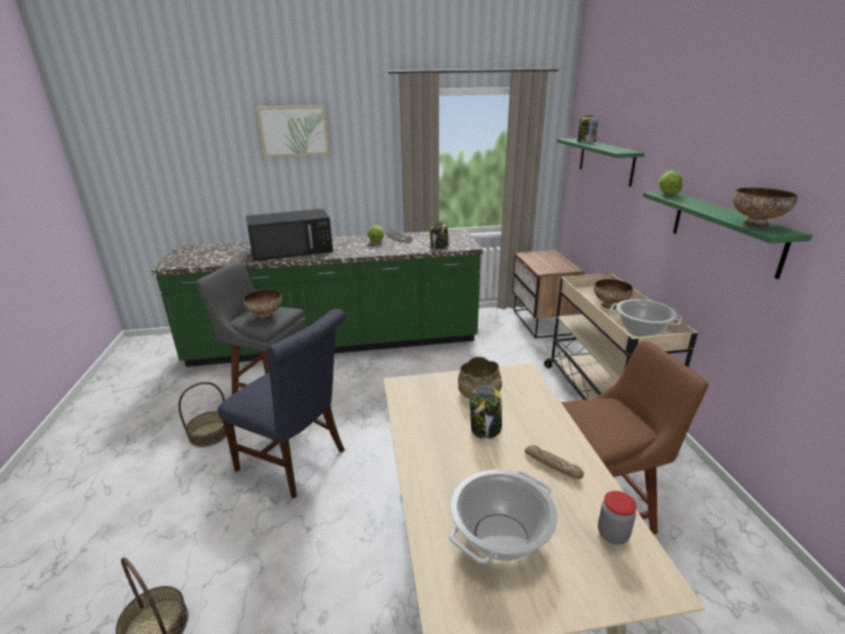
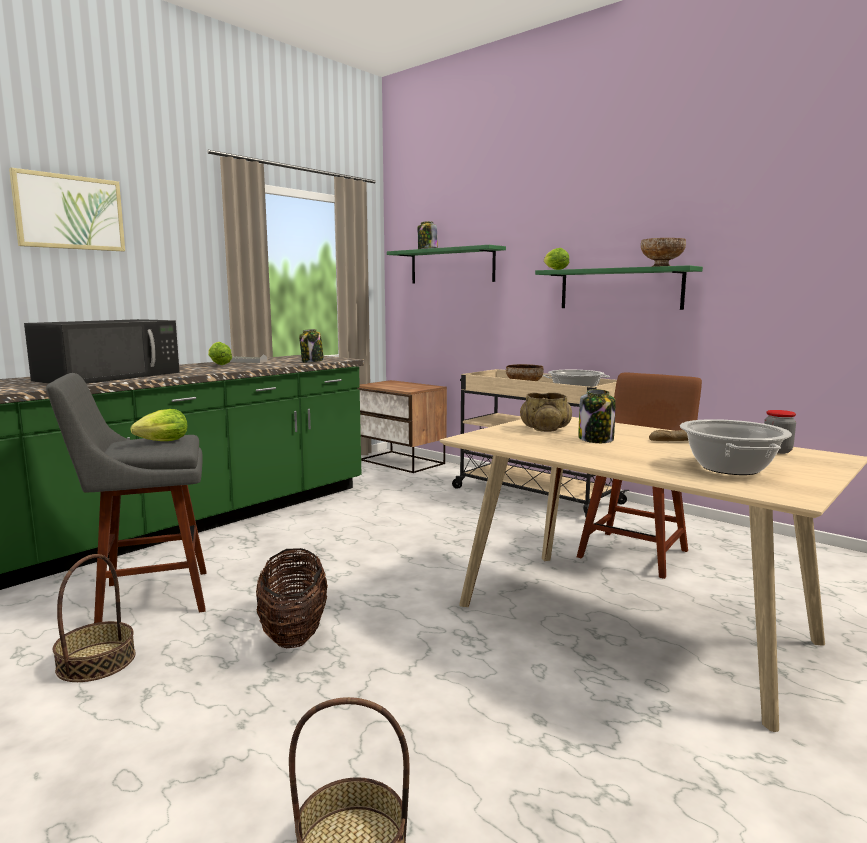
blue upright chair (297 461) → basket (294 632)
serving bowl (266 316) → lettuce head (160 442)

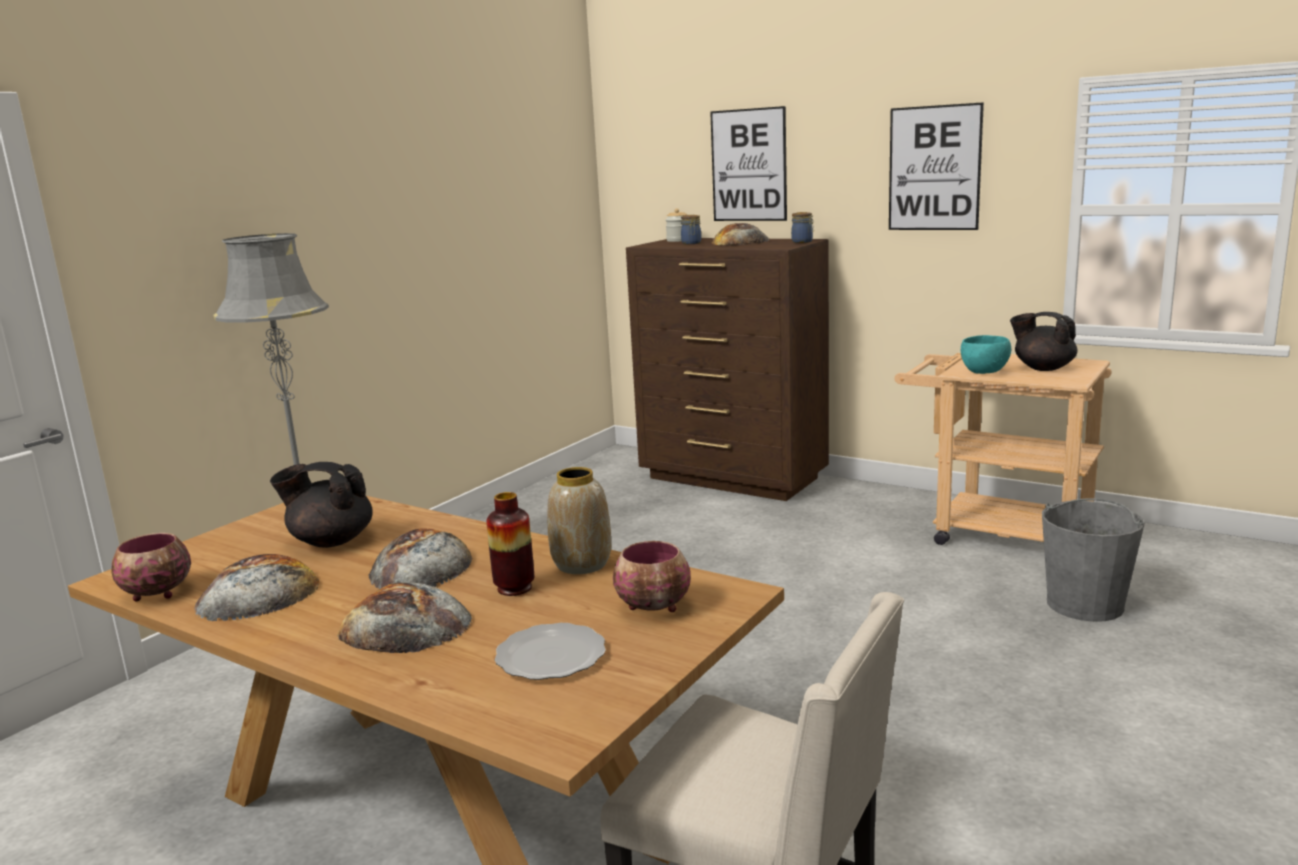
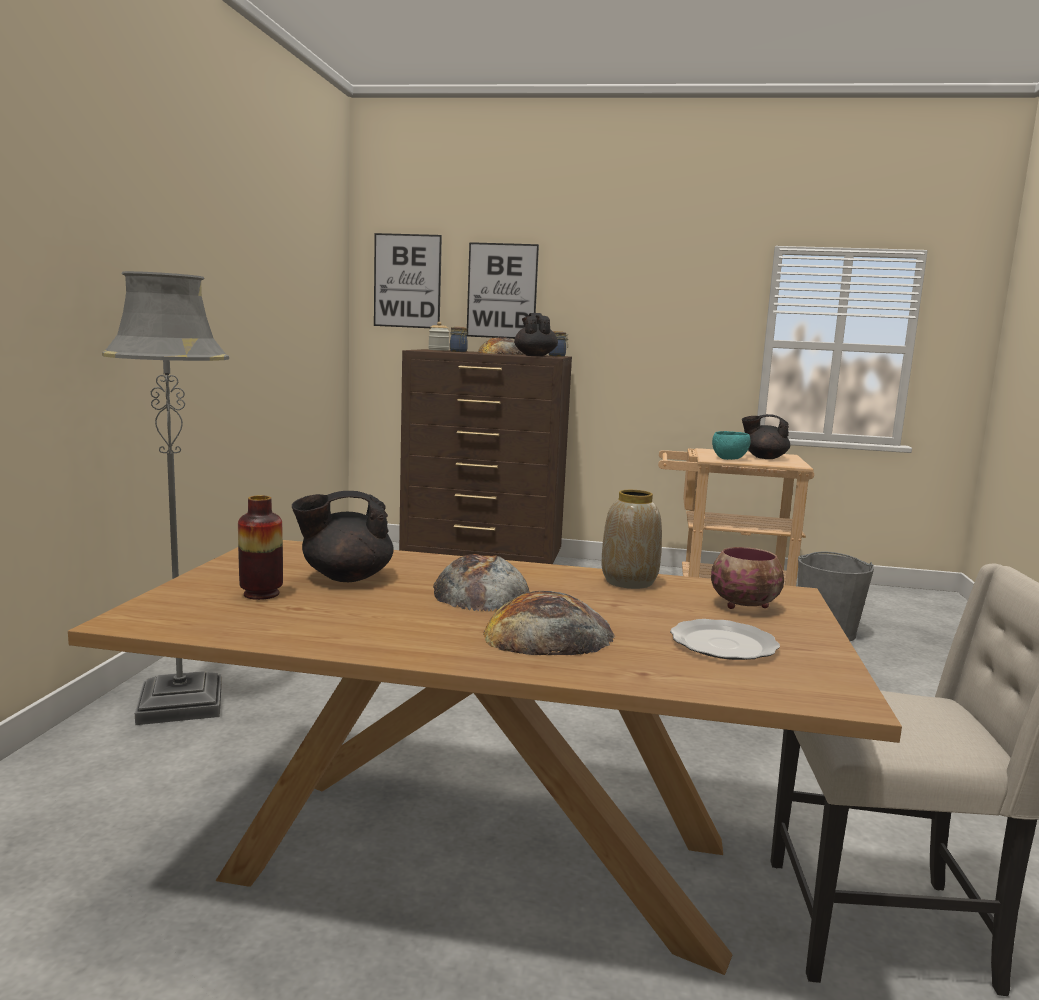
serving bowl (156 594) → -
bread (259 594) → -
decorative vase (514 588) → decorative vase (261 594), relocated
wall picture (934 168) → wall picture (407 281), relocated
- → black pot for tea (535 356)

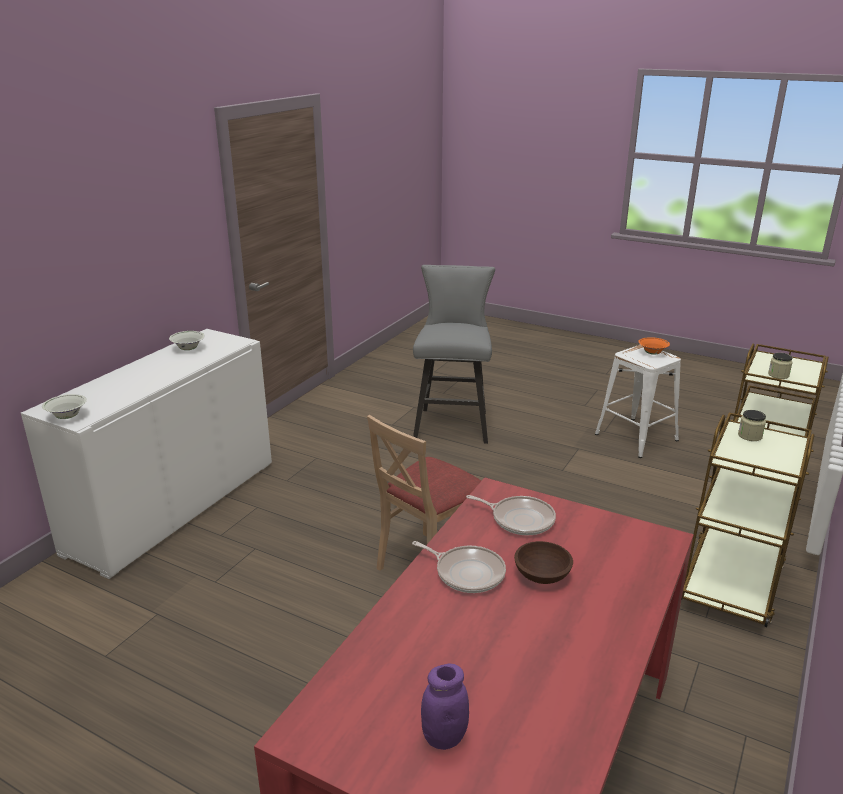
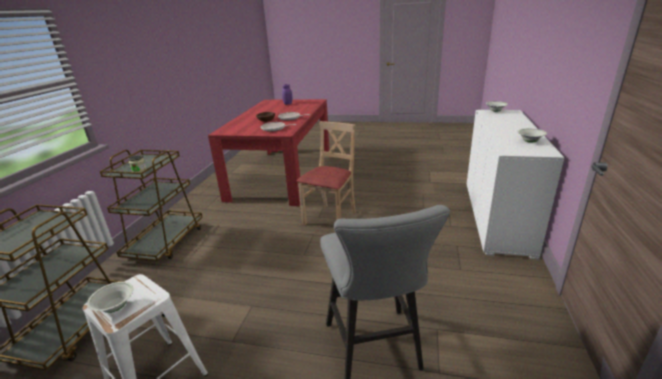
orange serving bowl (652 353) → white-coloured serving bowl (115 307)
preserve jar (778 375) → -

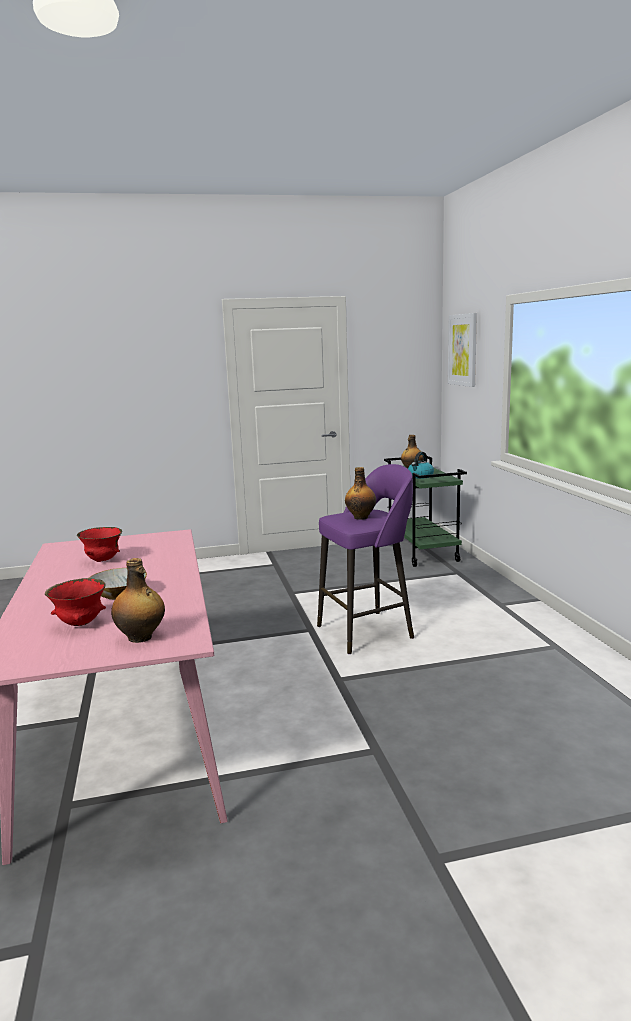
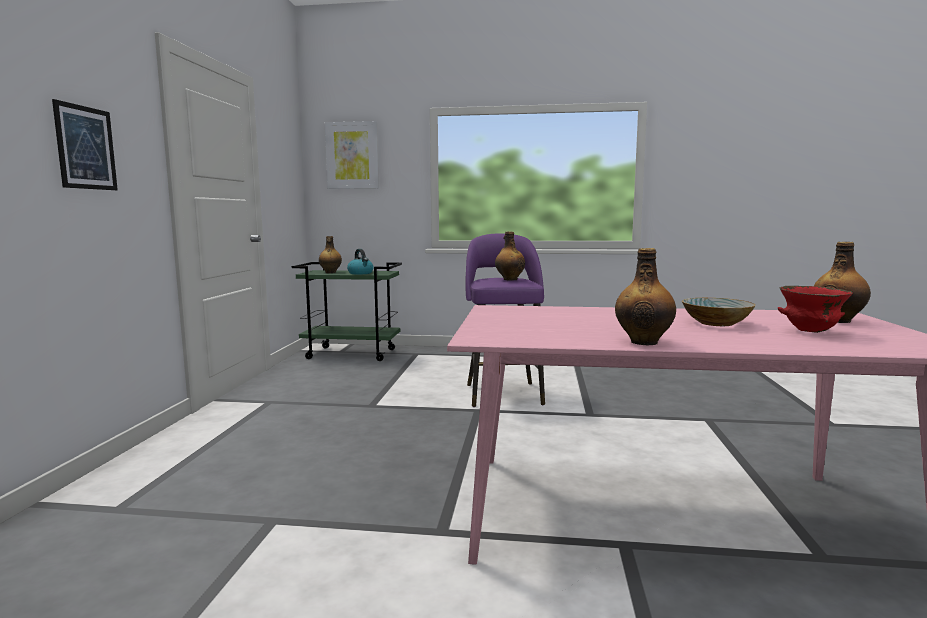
red serving bowl (103 560) → -
- → wall picture (86 148)
- → bottle (644 342)

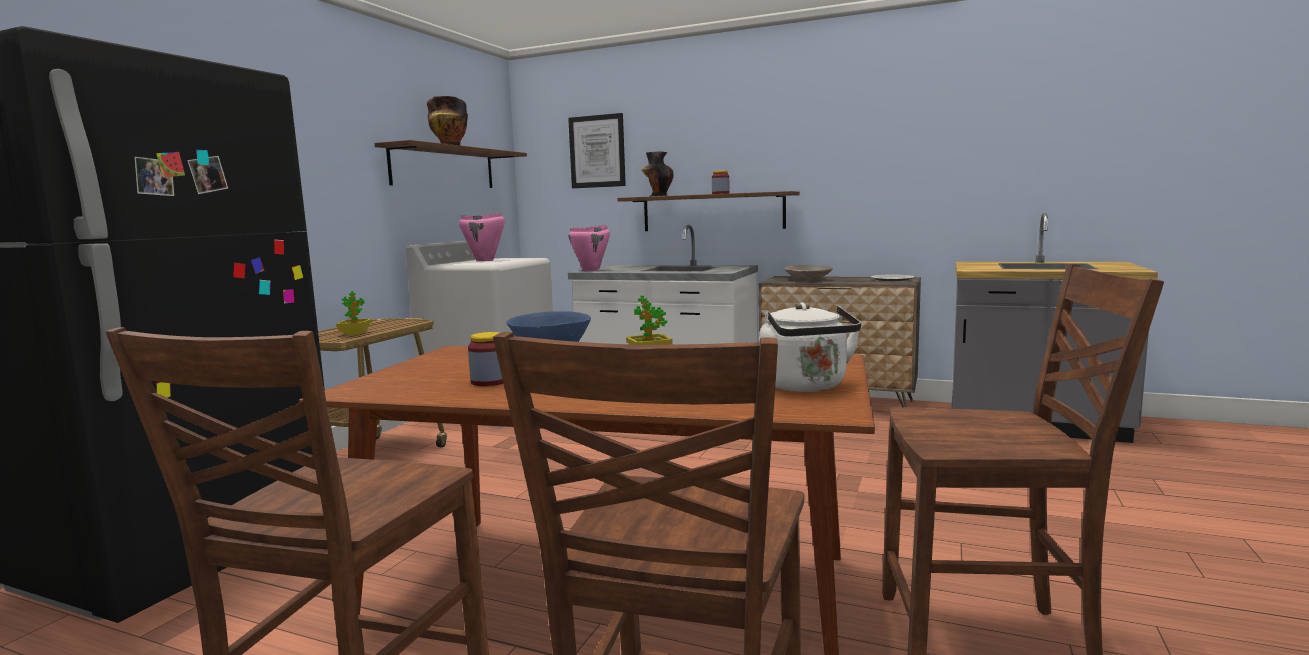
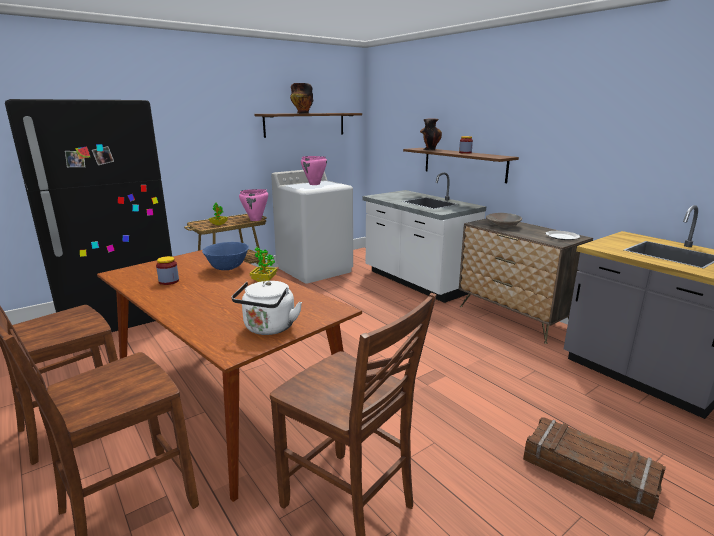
wall picture (597 151) → -
pinkish cooking pot (591 270) → pinkish cooking pot (256 219), relocated
- → crate (589 473)

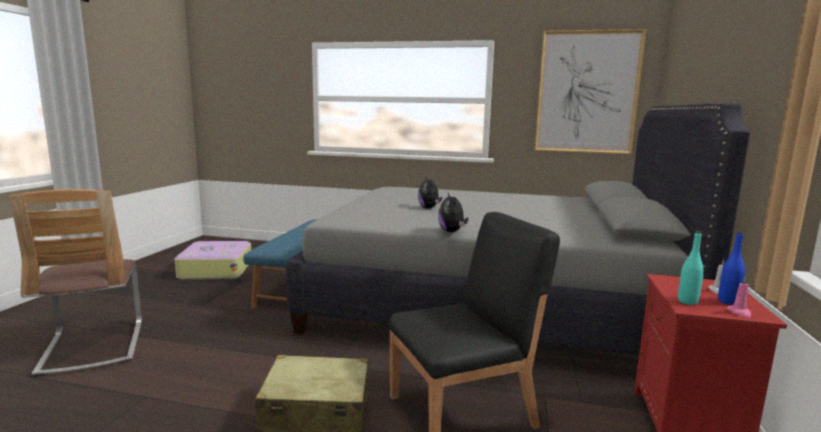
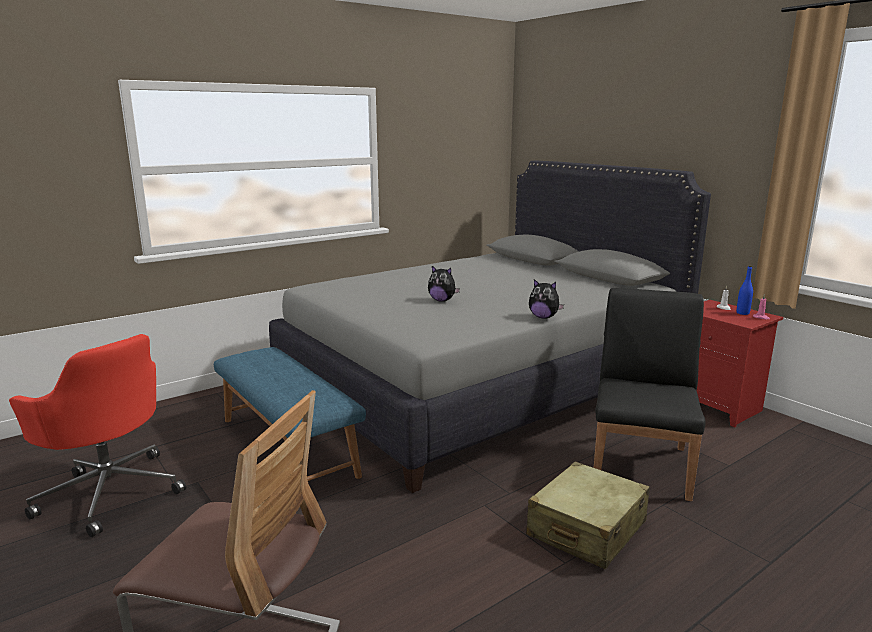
travel case (216 270) → red desk chair (110 491)
wall picture (587 92) → -
turquoise-coloured bottle (687 301) → -

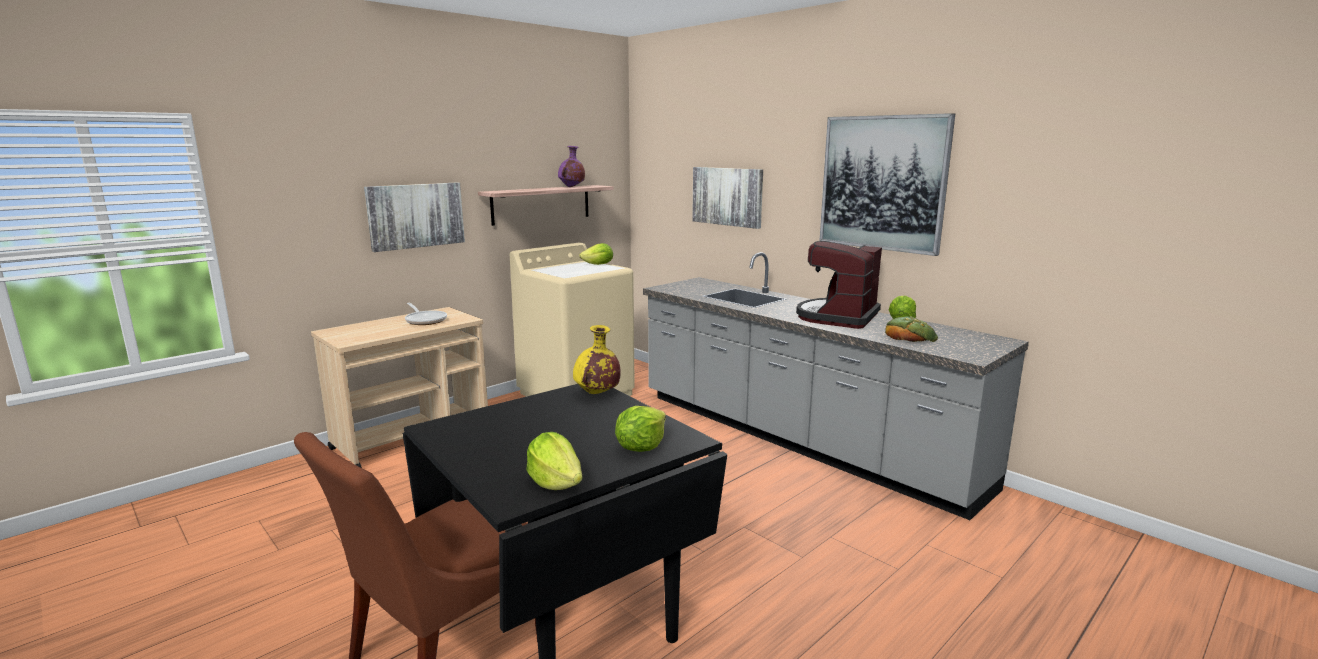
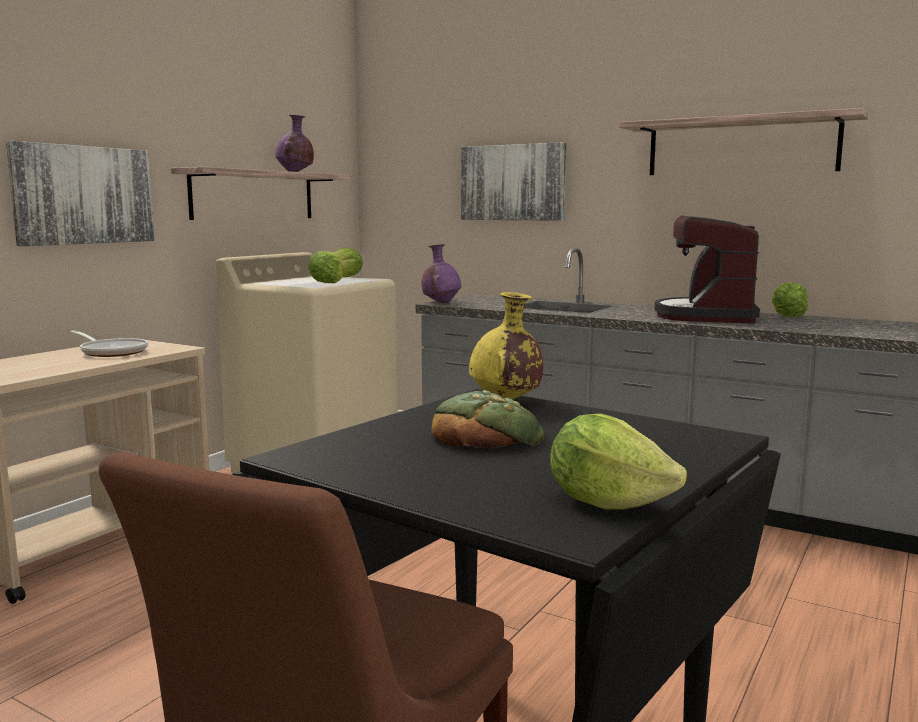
lettuce head (641 447) → lettuce head (327 283), relocated
wall picture (882 183) → wall shelf (741 146)
bread (909 335) → bread (485 434), relocated
- → purple-coloured decorative vase (441 303)

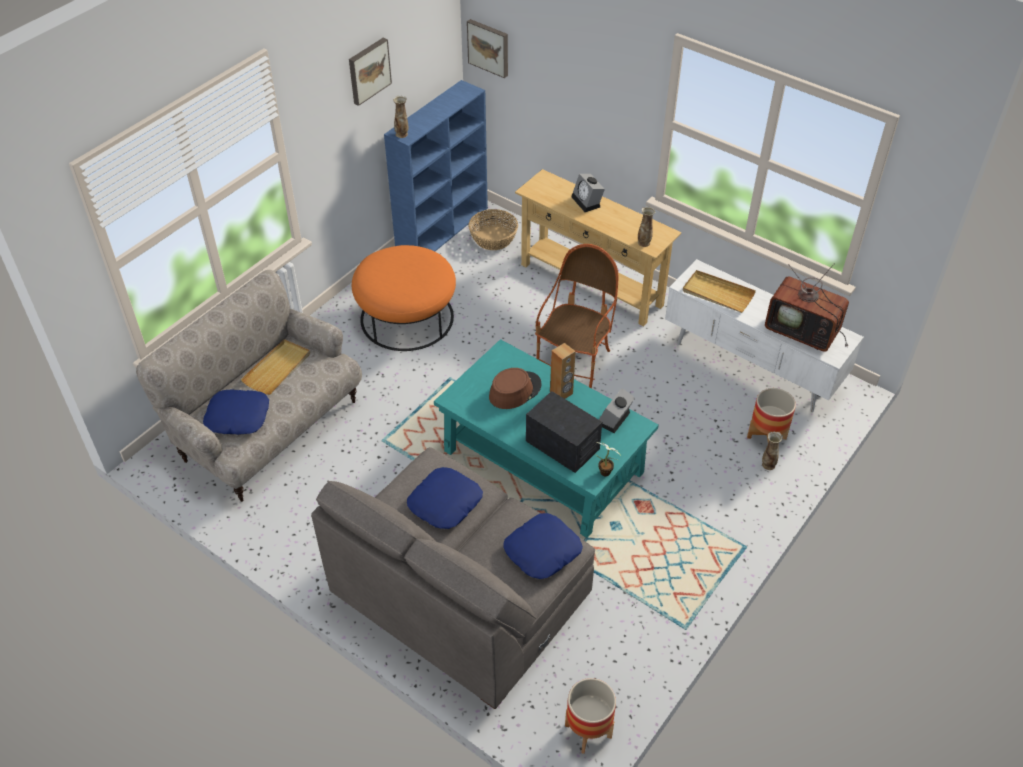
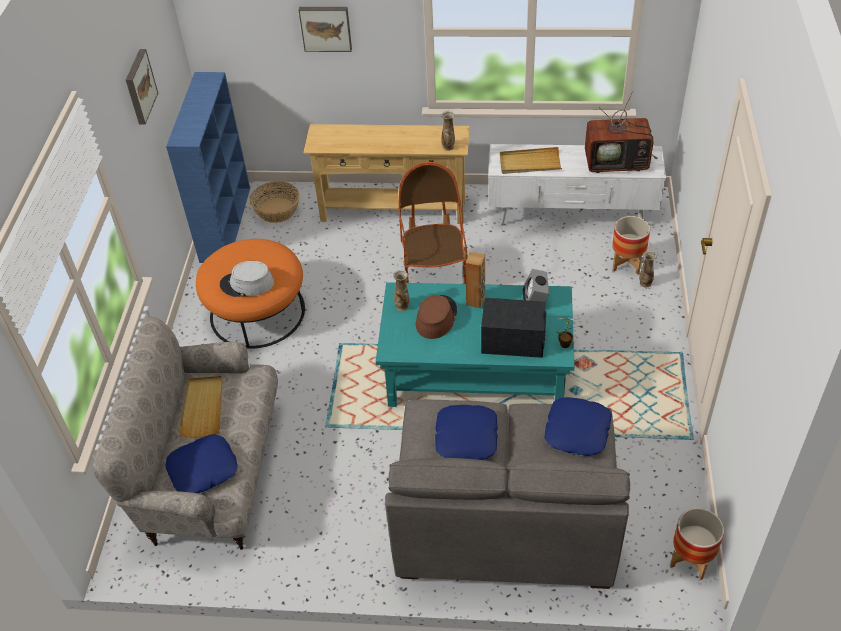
decorative vase (402 134) → decorative vase (402 306), relocated
wall picture (489 47) → wall picture (326 27), relocated
table clock (587 202) → -
- → greyish hat (247 284)

